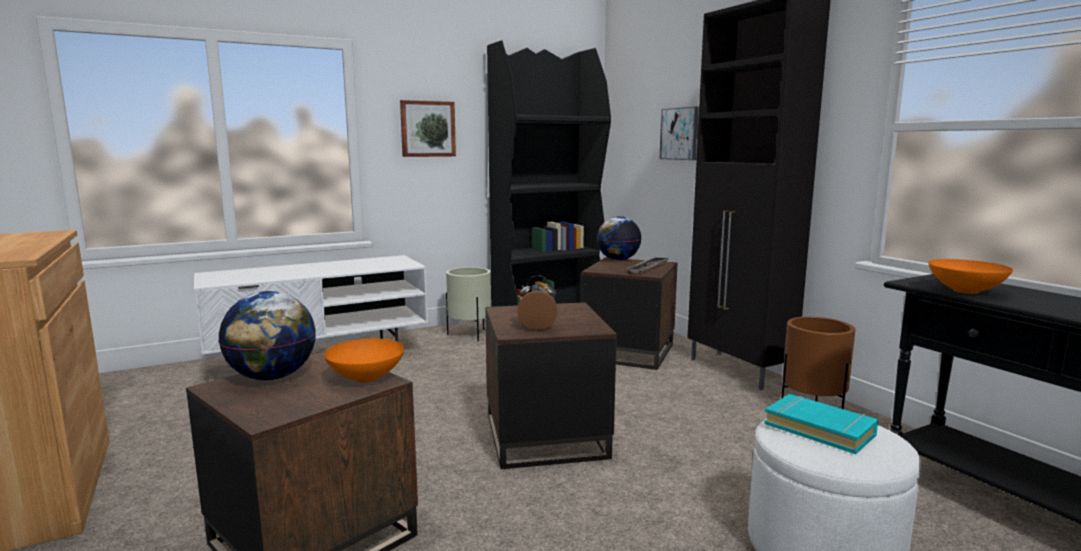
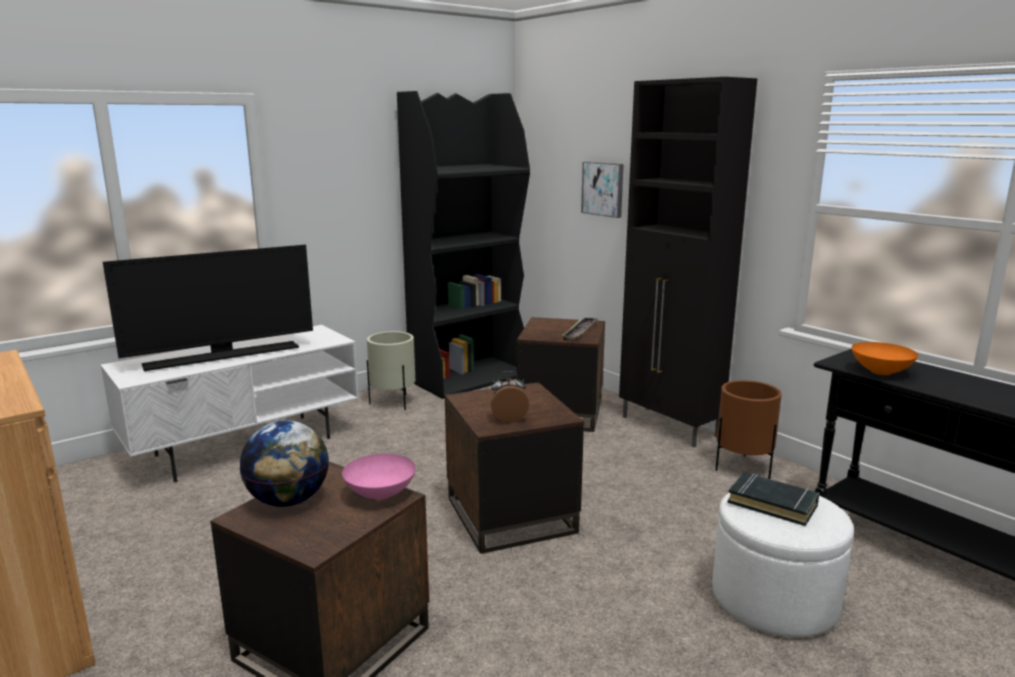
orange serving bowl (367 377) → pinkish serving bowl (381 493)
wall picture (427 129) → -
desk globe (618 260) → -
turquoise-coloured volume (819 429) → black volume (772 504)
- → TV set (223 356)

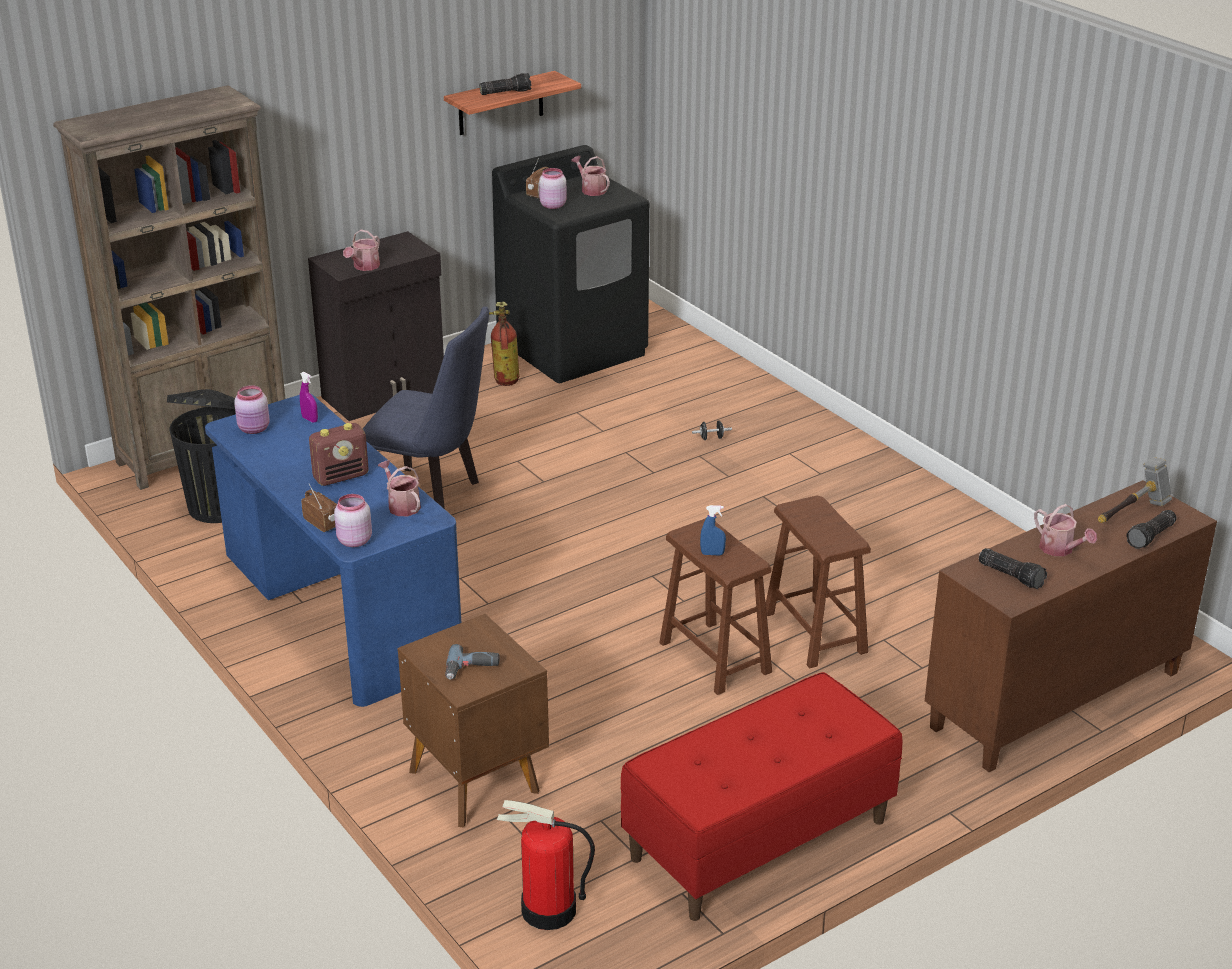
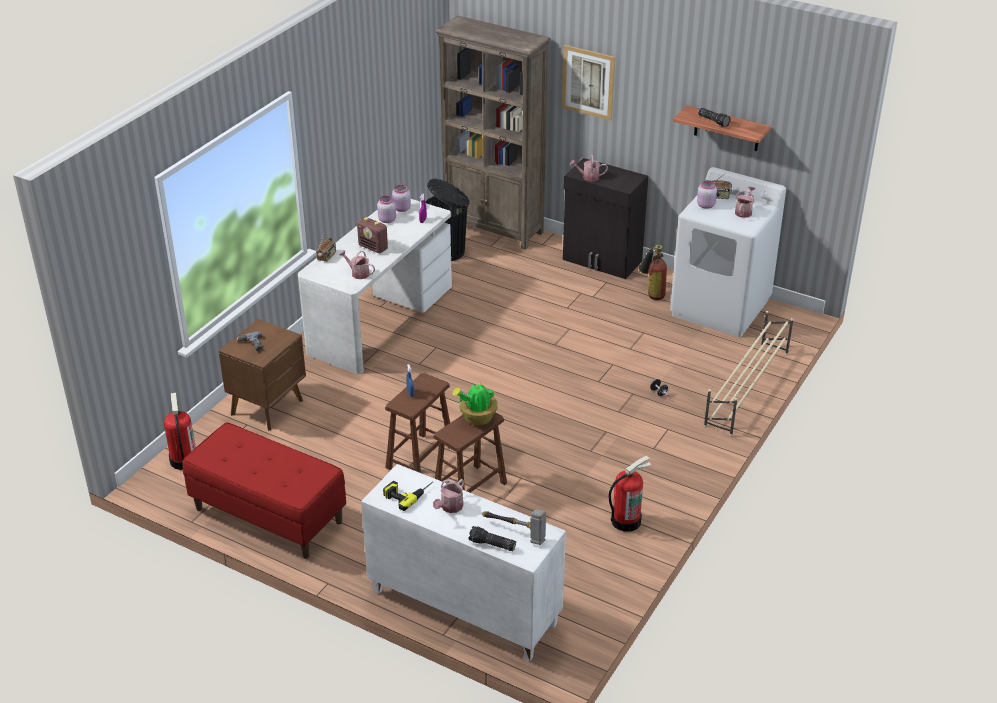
blue desk unit (338 610) → white-coloured desk unit (380 319)
pinkish preserve jar (353 541) → pinkish preserve jar (387 220), relocated
blue upright chair (434 497) → -
watering can (401 505) → watering can (358 273), 90 degrees counterclockwise
black laundry machine (573 348) → white-coloured laundry machine (721 308)
brownish cabinet (1056 701) → white-coloured cabinet (462 608)
hand torch (1012 575) → drill (407 493)
- → potted plant (477 418)
- → wall picture (588 82)
- → extinguisher (626 520)
- → beige-coloured shoe stand (746 389)

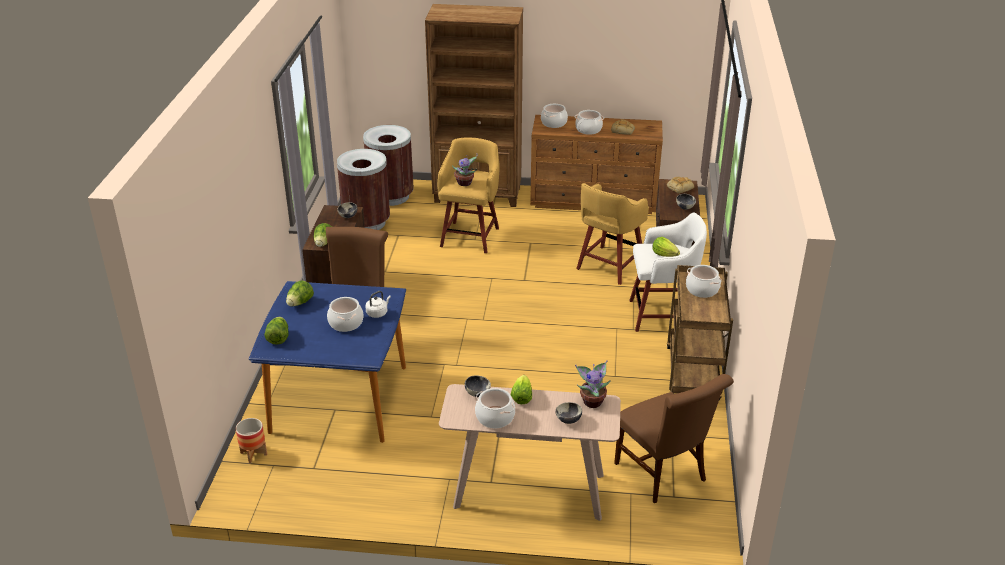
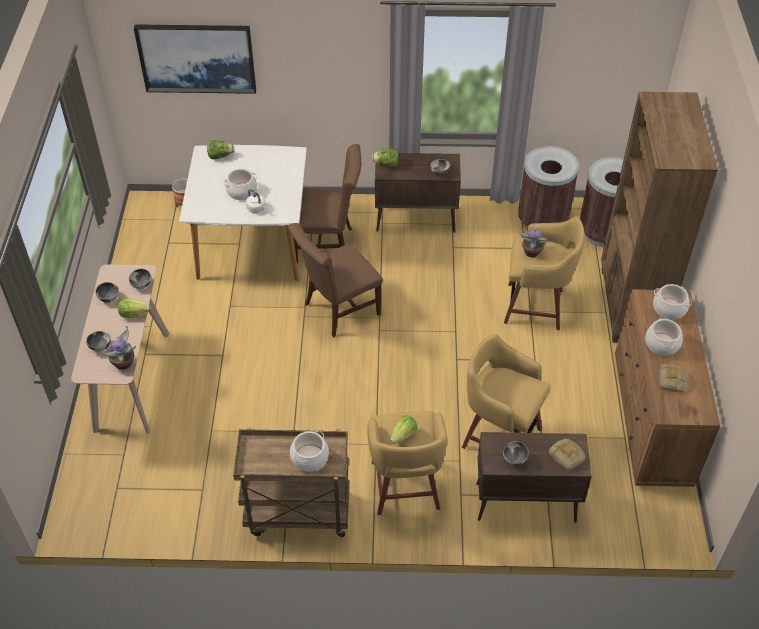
blue dining table (340 399) → white-coloured dining table (253 244)
lettuce head (300 303) → -
cooking pot (494 417) → serving bowl (109 298)
brownish upright chair (664 474) → brownish upright chair (337 311), relocated
white-coloured sitting stool (662 315) → yellowish sitting stool (405 488)
- → wall picture (197 57)

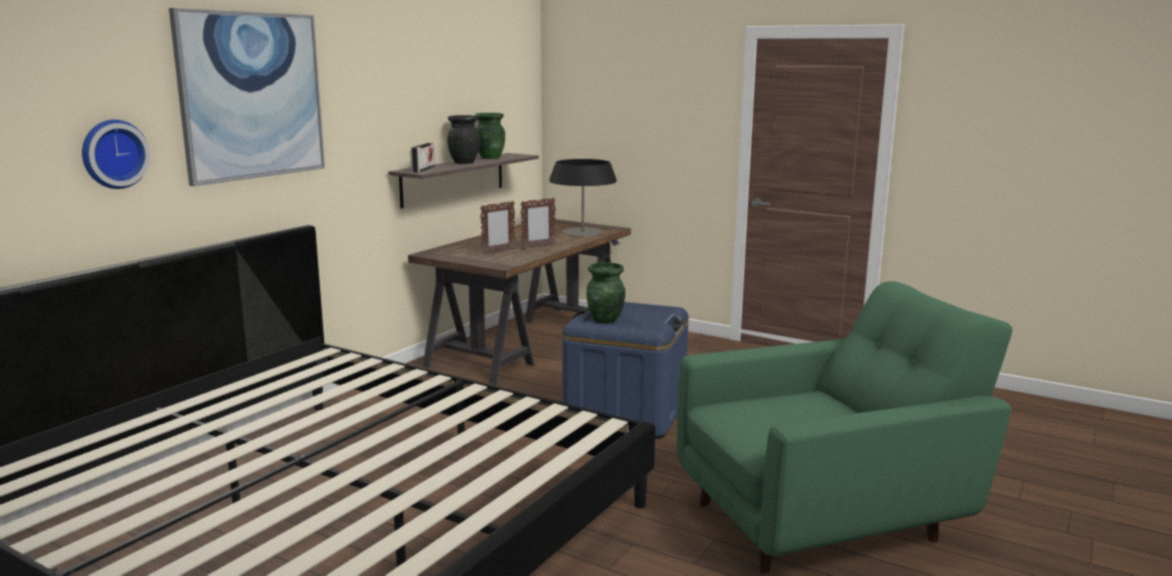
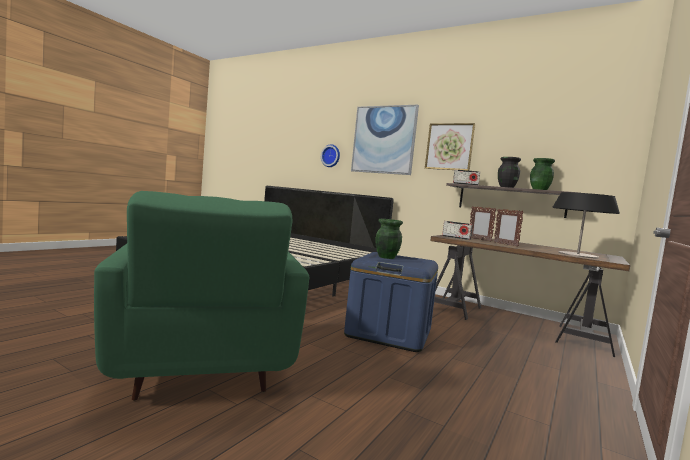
- → wall picture (449 147)
- → radio (456 238)

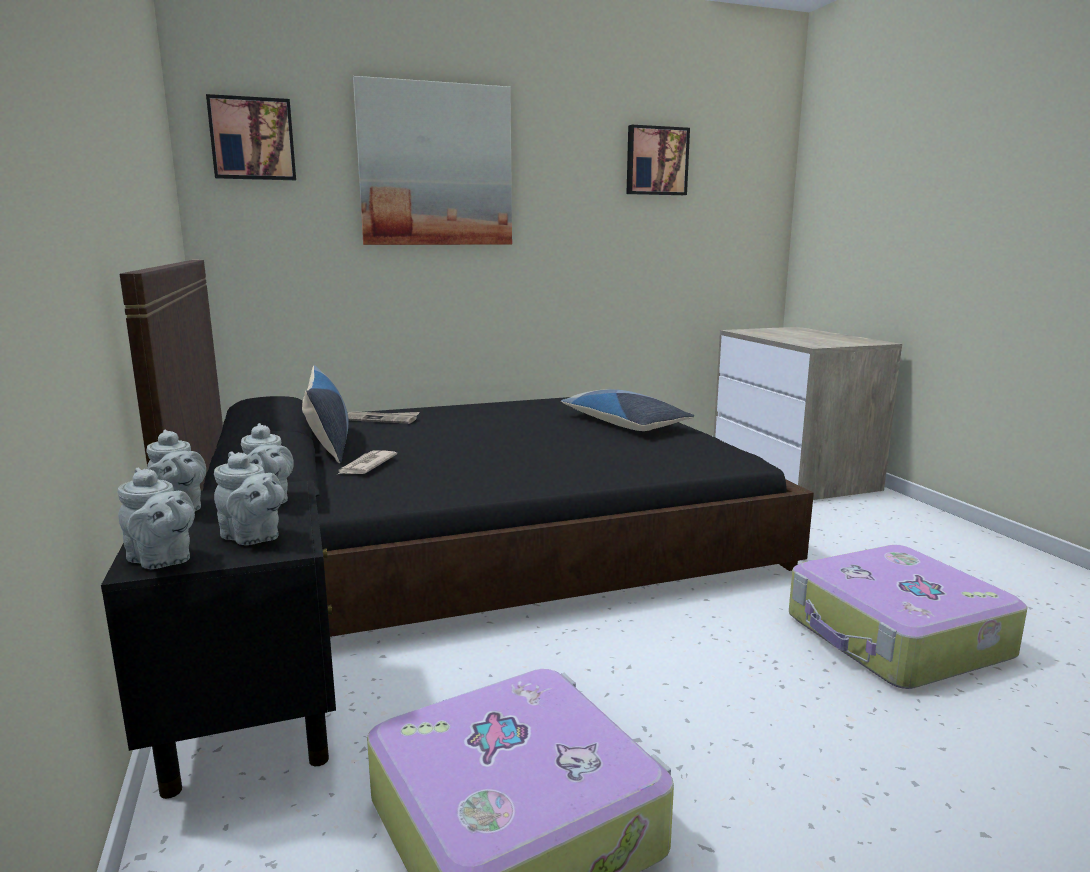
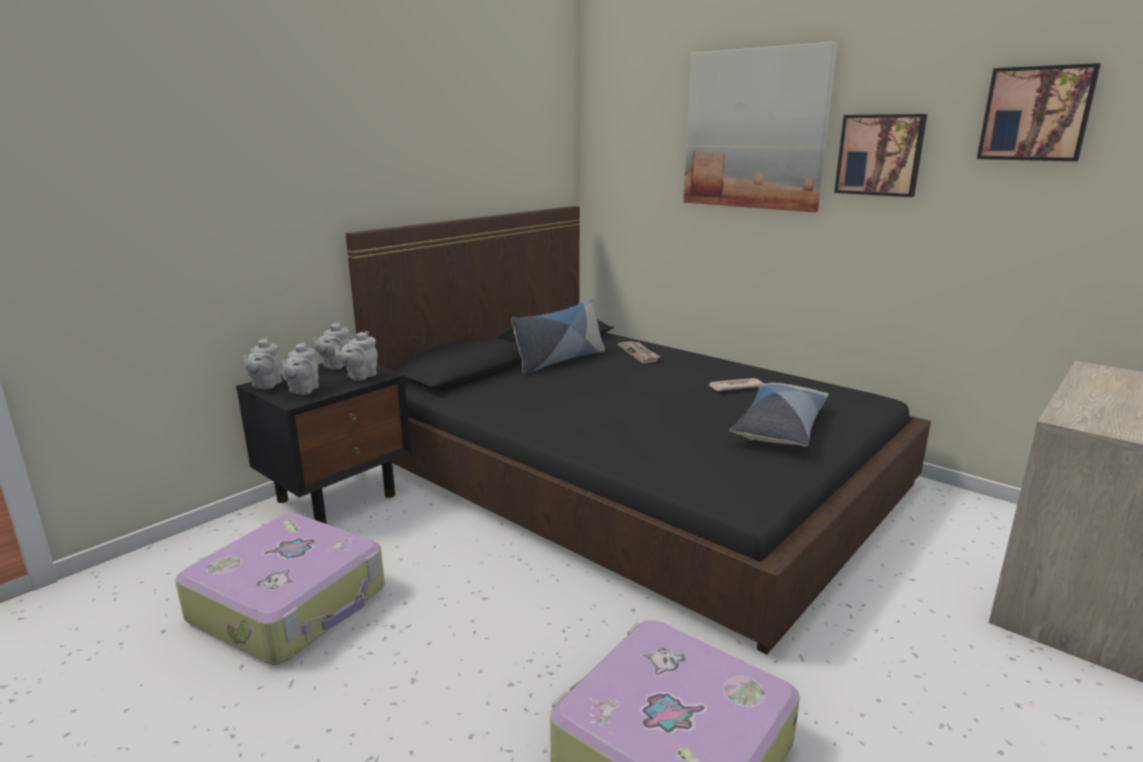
wall picture (252 139) → wall picture (880 155), relocated
printed paper (366 466) → printed paper (734 387), relocated

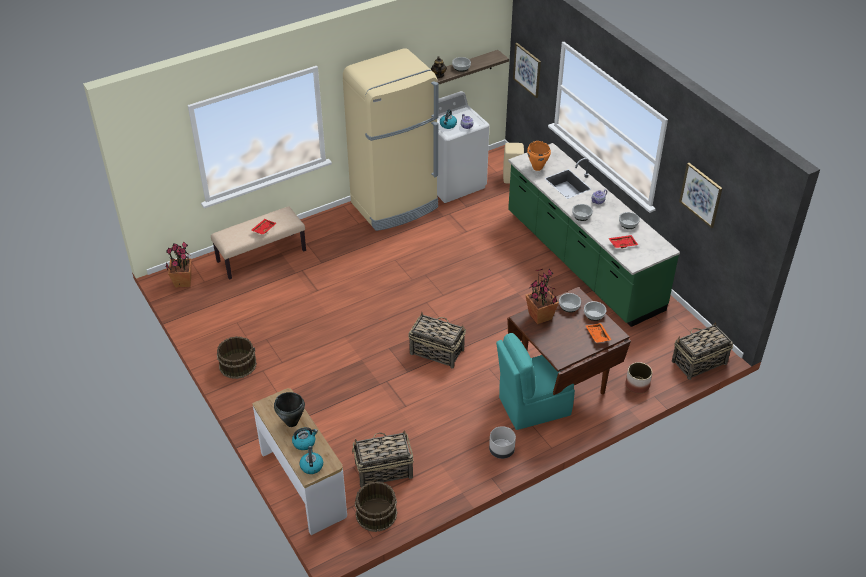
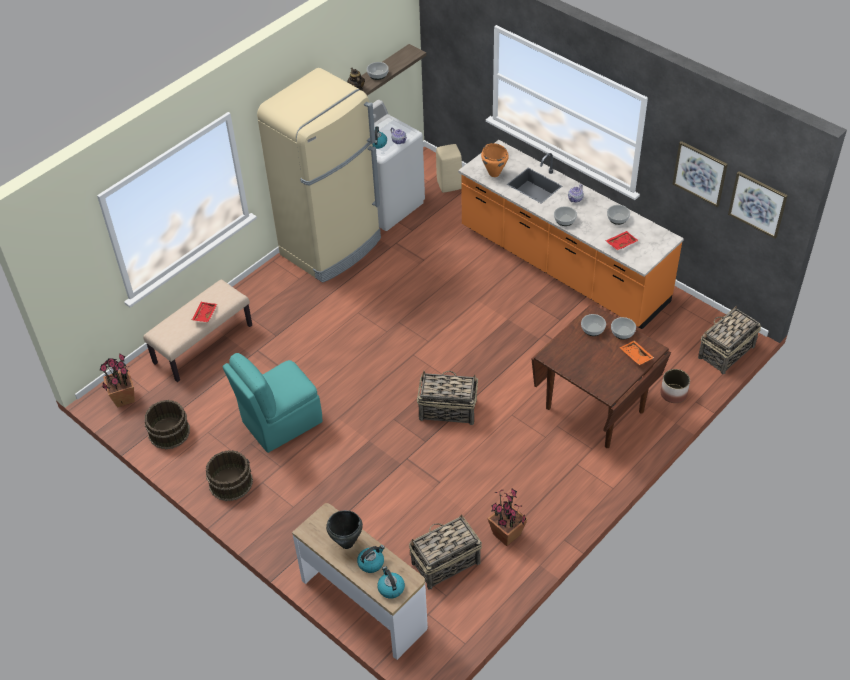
brownish bucket (376 513) → brownish bucket (168 432), relocated
greyish planter (501 451) → -
turquoise-coloured upright chair (532 406) → turquoise-coloured upright chair (280 422), relocated
greenish counter (582 261) → orange counter (562 266)
wall picture (527 70) → wall picture (757 204), relocated
potted plant (540 316) → potted plant (506 535), relocated

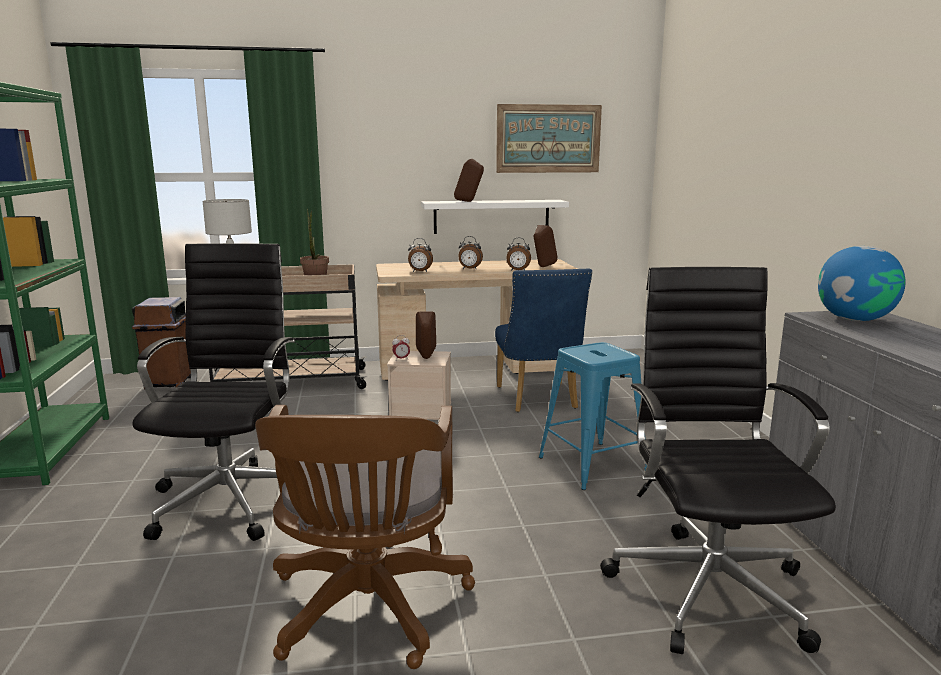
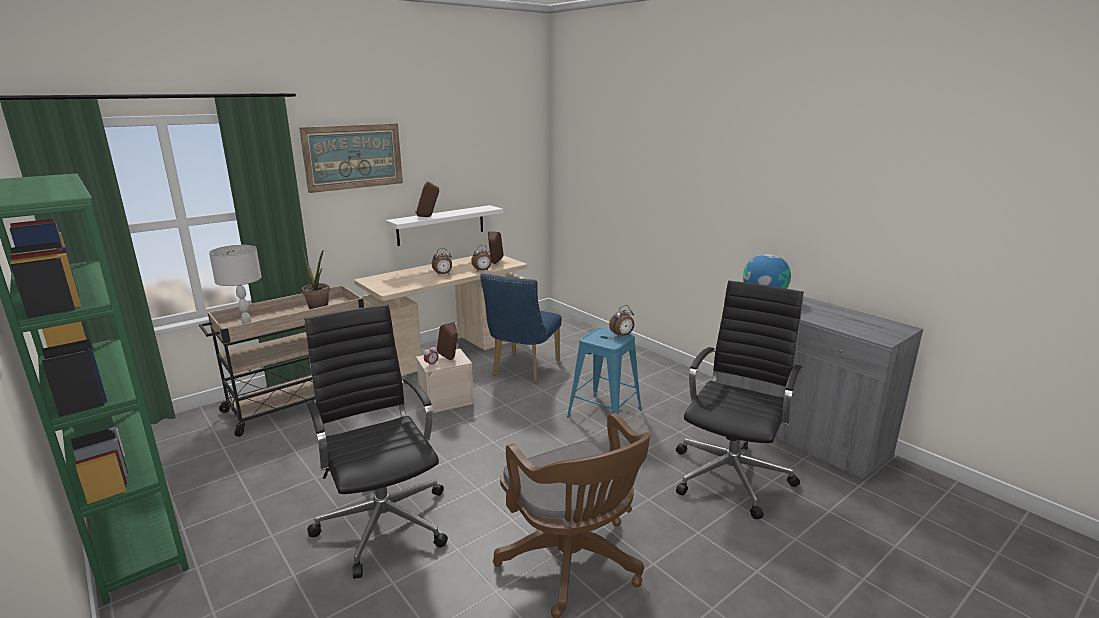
brownish trash can (168 383) → -
table clock (420 271) → table clock (622 335), relocated
blue upright chair (538 400) → blue upright chair (522 369), 60 degrees clockwise
wall picture (548 138) → wall picture (353 157), relocated
black desk chair (708 587) → black desk chair (732 475), 60 degrees clockwise

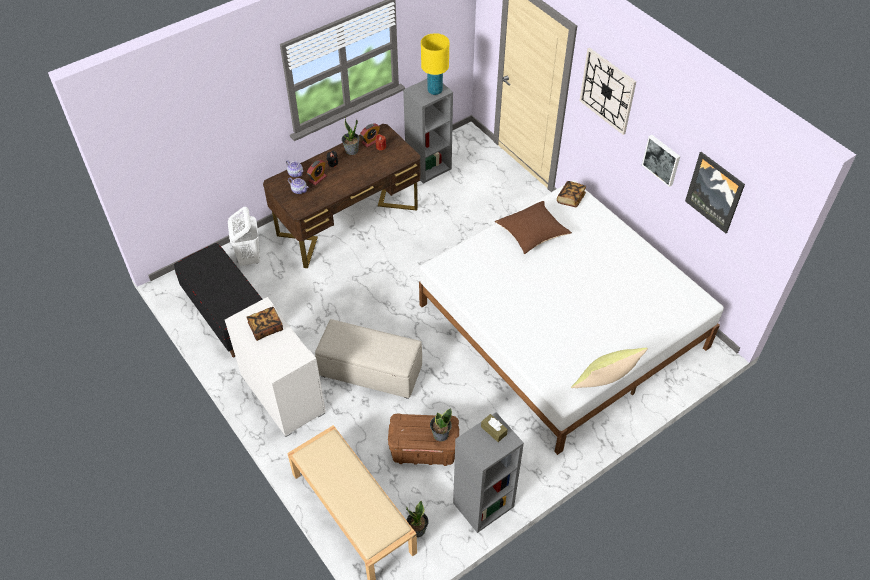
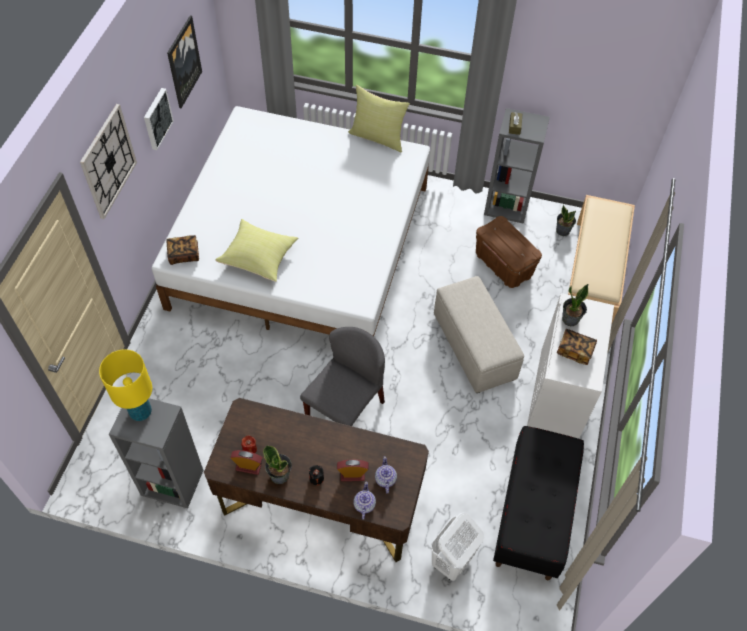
potted plant (440 434) → potted plant (570 319), relocated
brownish cushion (532 235) → yellowish cushion (259 258)
- → greyish upright chair (345 410)

